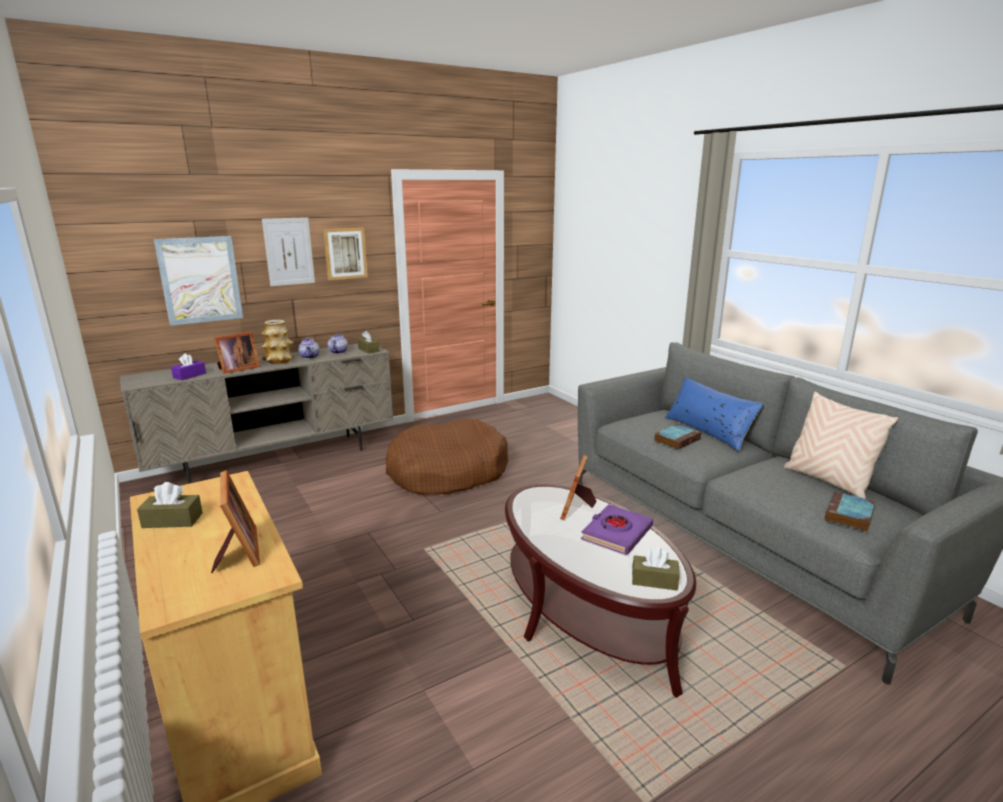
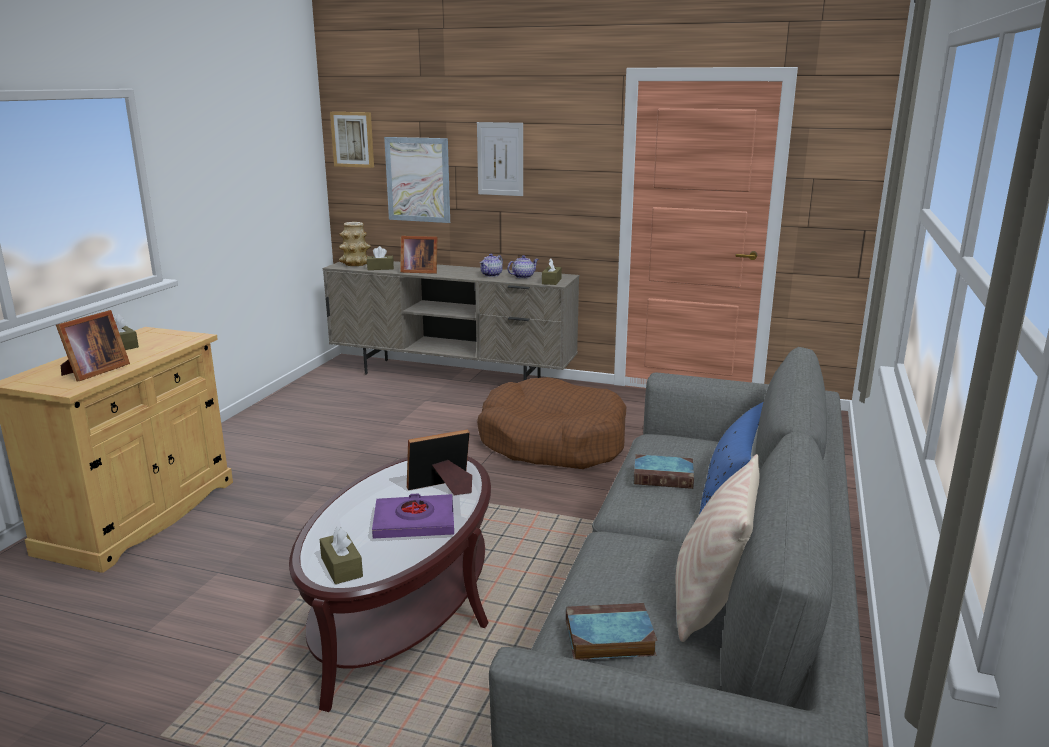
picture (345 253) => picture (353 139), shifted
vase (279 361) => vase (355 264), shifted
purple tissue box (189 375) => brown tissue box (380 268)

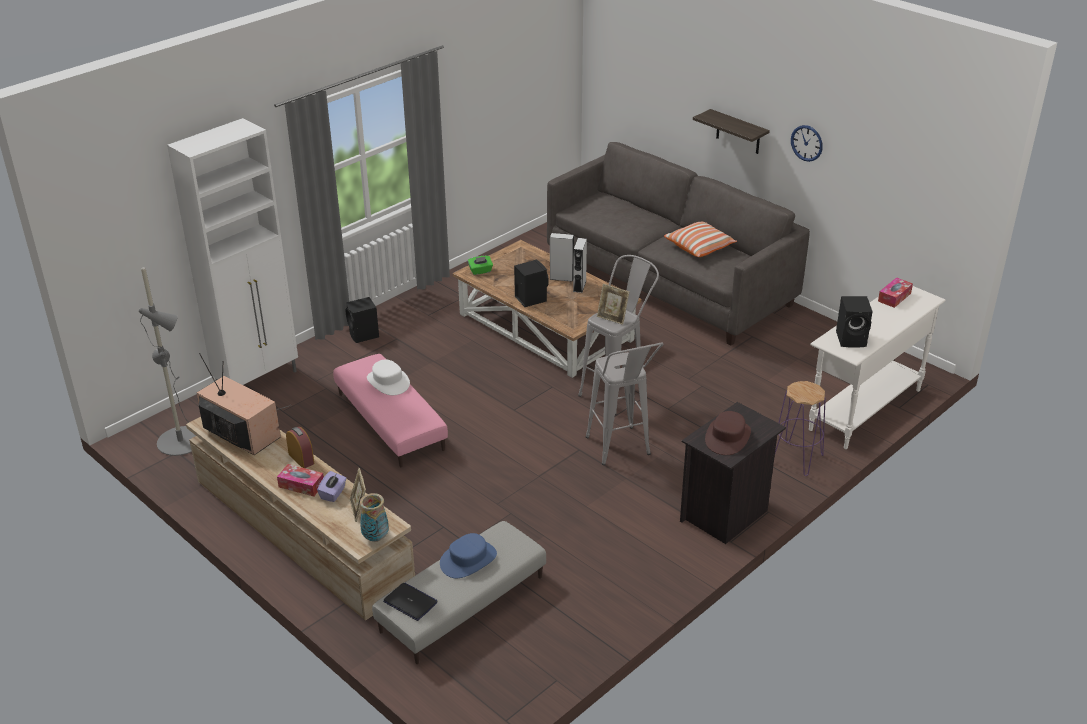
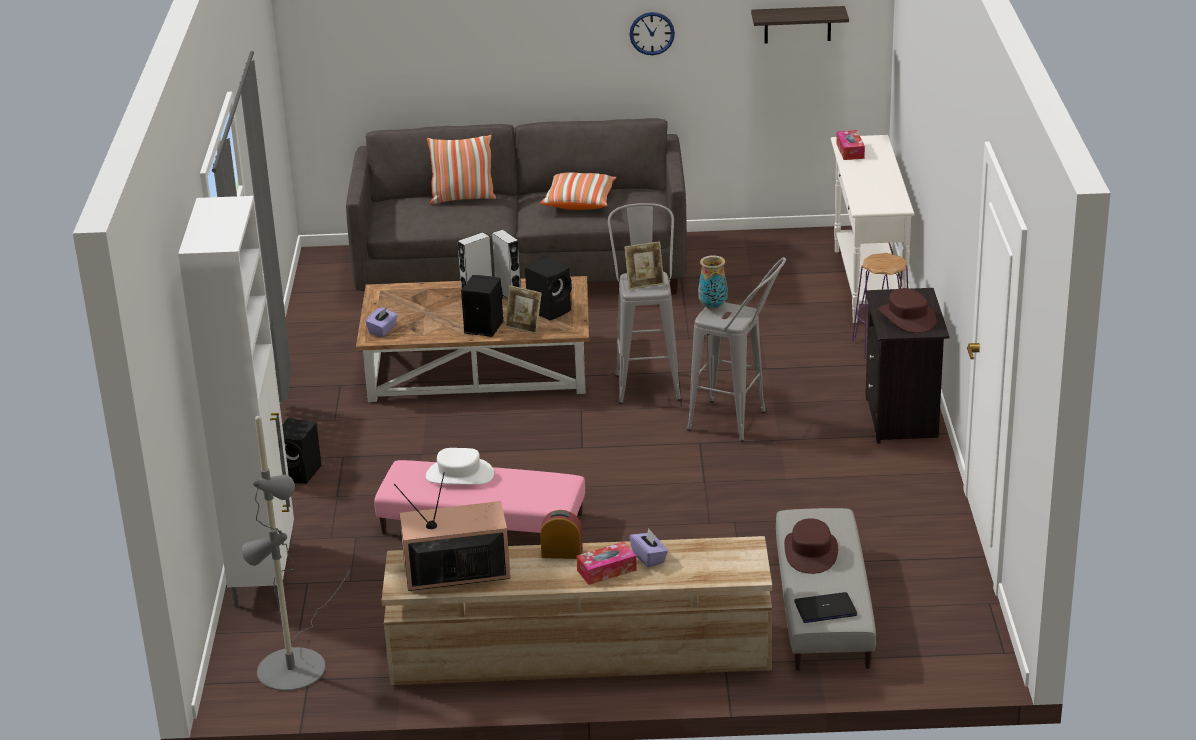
green tissue box (480 271) => purple tissue box (383 330)
nothing => pillow (463 198)
picture frame (359 509) => picture frame (524 327), shifted
black speaker (852 339) => black speaker (550 310), shifted
vase (376 538) => vase (713 306), shifted
shelf (738 132) => shelf (797 24), shifted
blue hat (468 560) => brown hat (811 552)

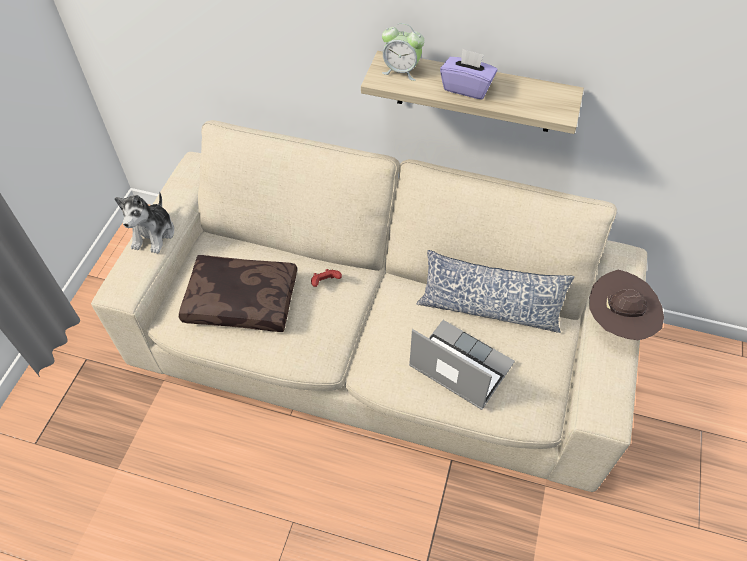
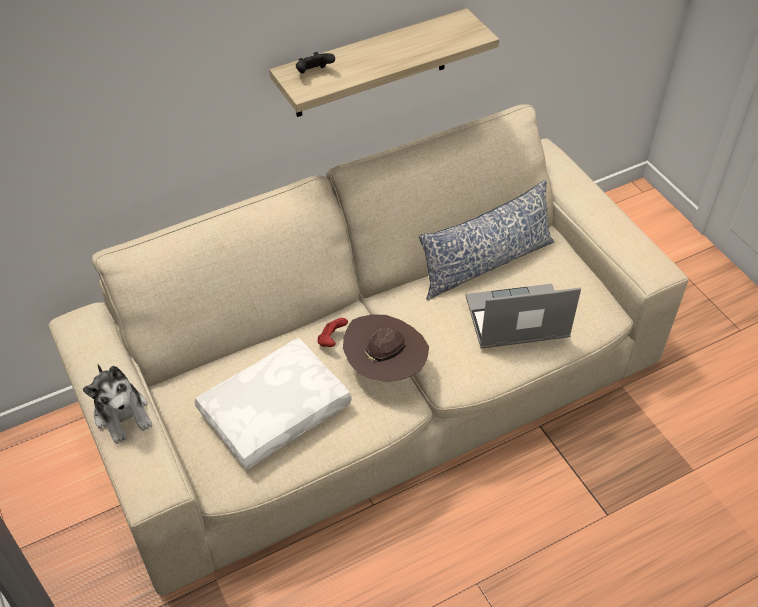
brown pillow (243 299) => white pillow (274 409)
alarm clock (401 71) => black game controller (314 73)
brown hat (618 322) => brown hat (385 368), shifted
purple tissue box (467 87) => nothing

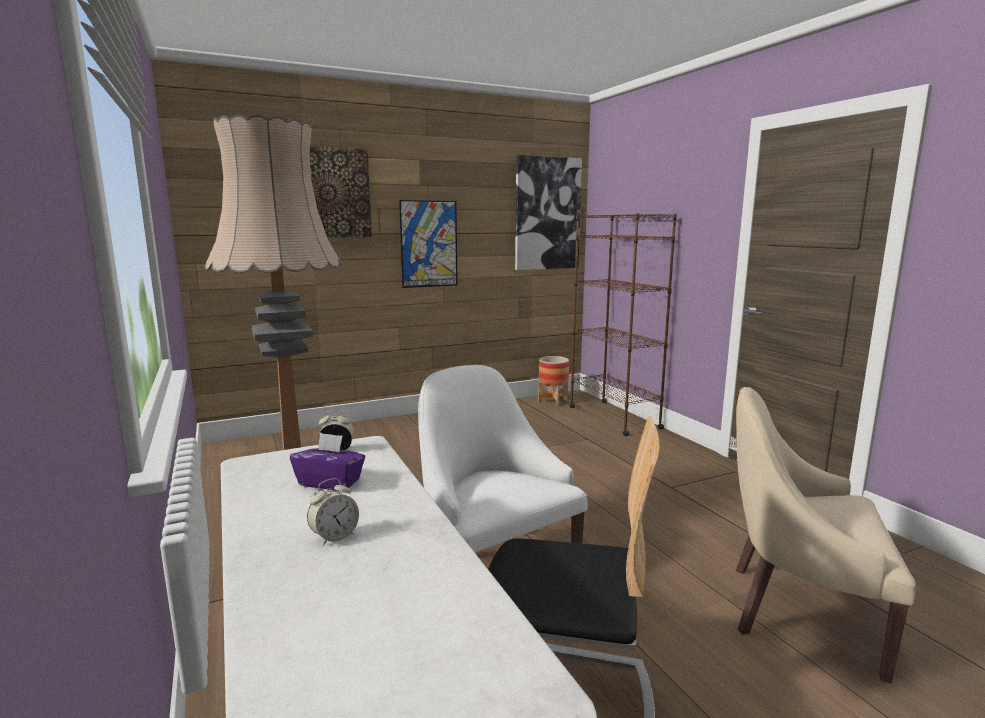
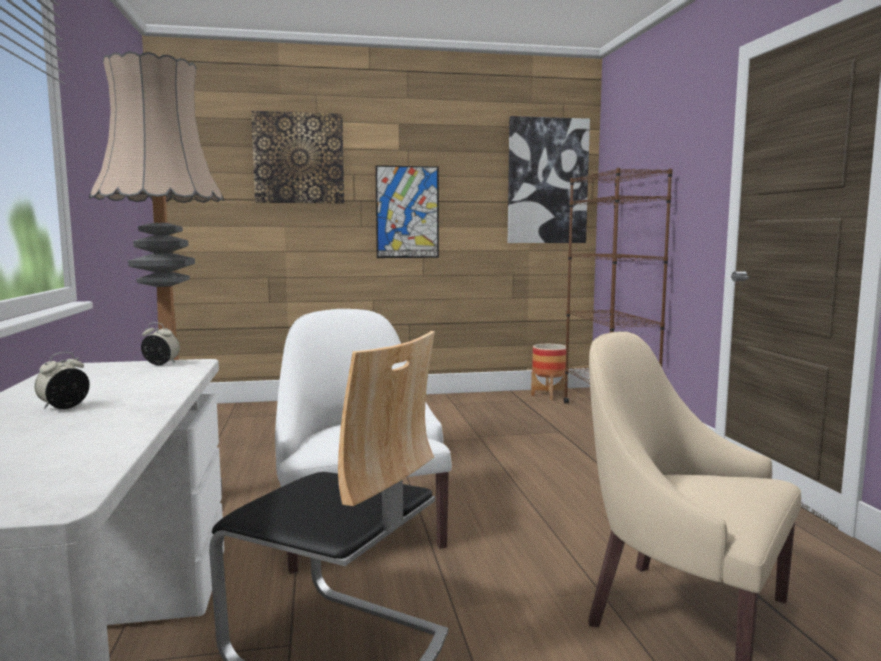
alarm clock (334 536) => alarm clock (64 407), 150 degrees clockwise
purple tissue box (330 482) => nothing

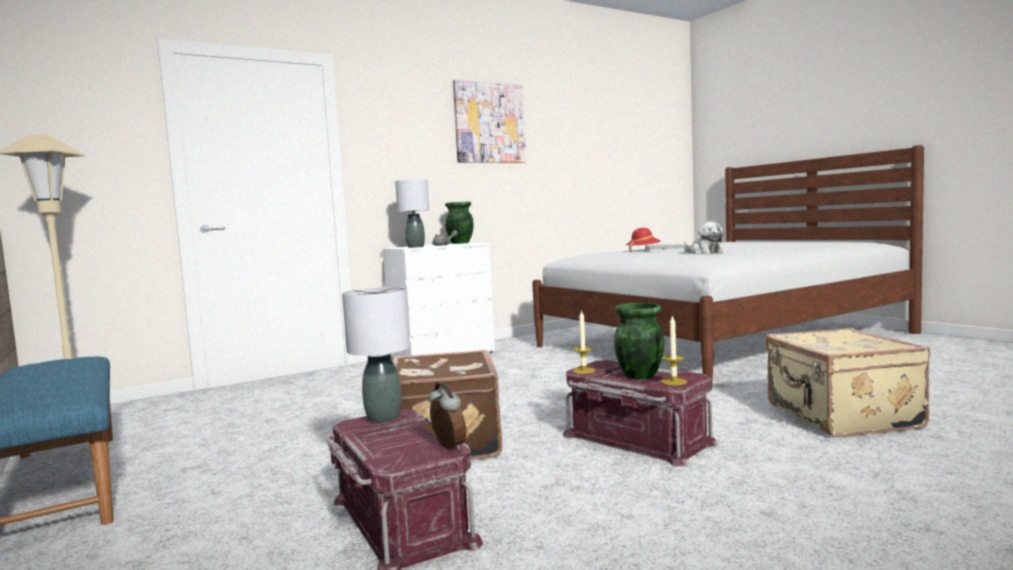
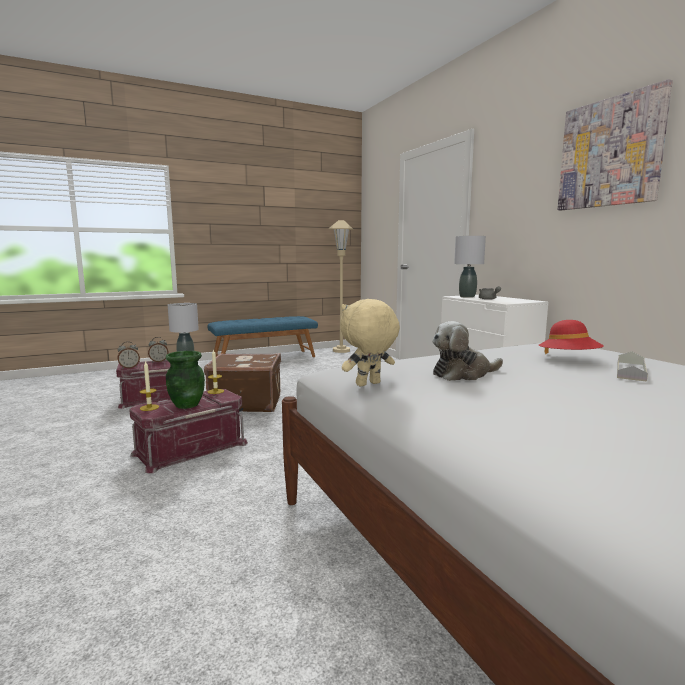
nothing => alarm clock (159 361)
nothing => beige plush toy (368 384)
green vase (460 243) => nothing
beige suitcase (840 417) => nothing

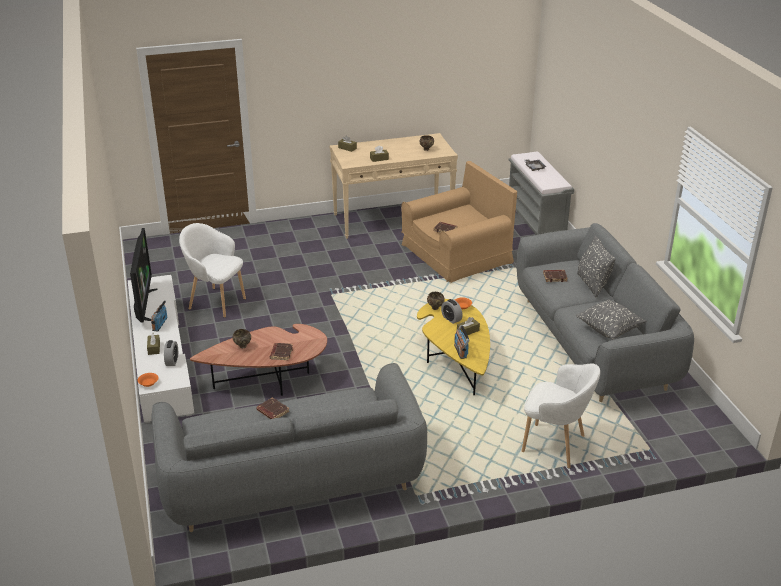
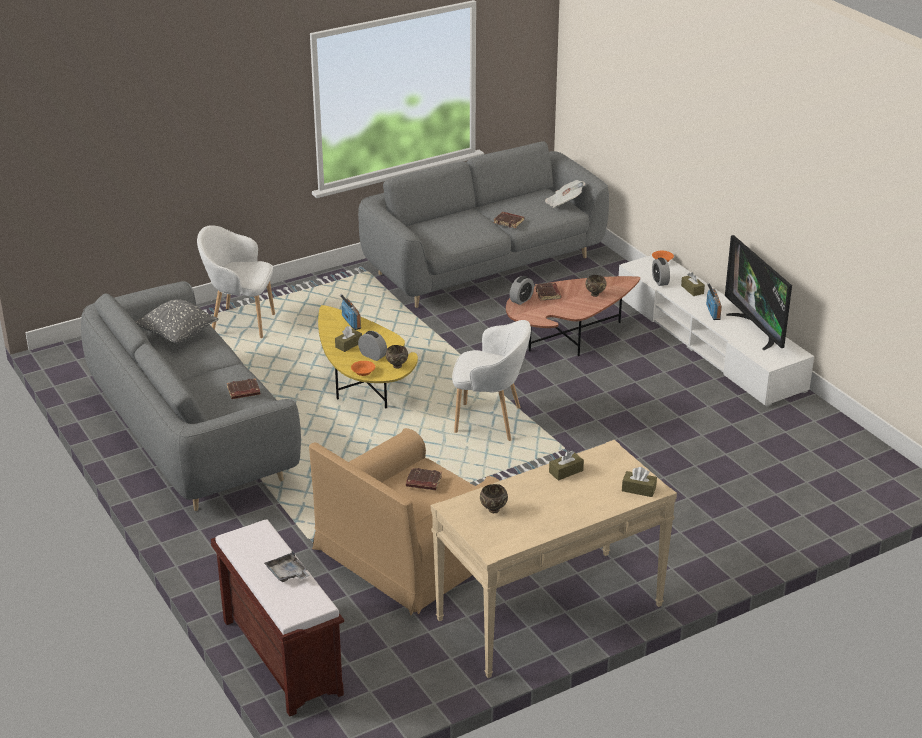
grey bench (536 221) => brown bench (280 656)
white armchair (216 302) => white armchair (490 421), shifted
nothing => alarm clock (521 300)
nothing => newspaper (564 203)
grey pillow (592 284) => nothing

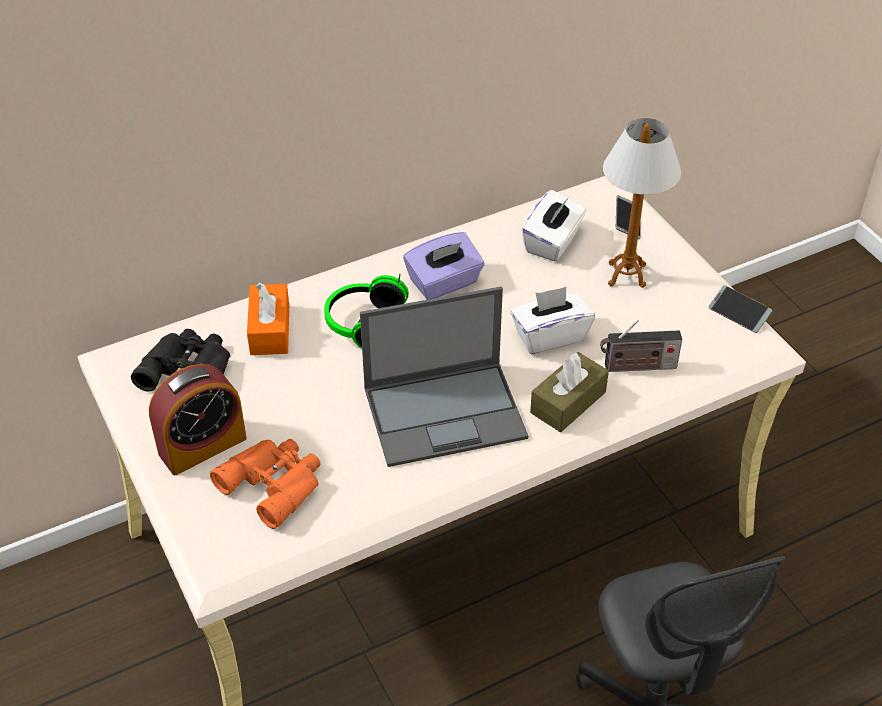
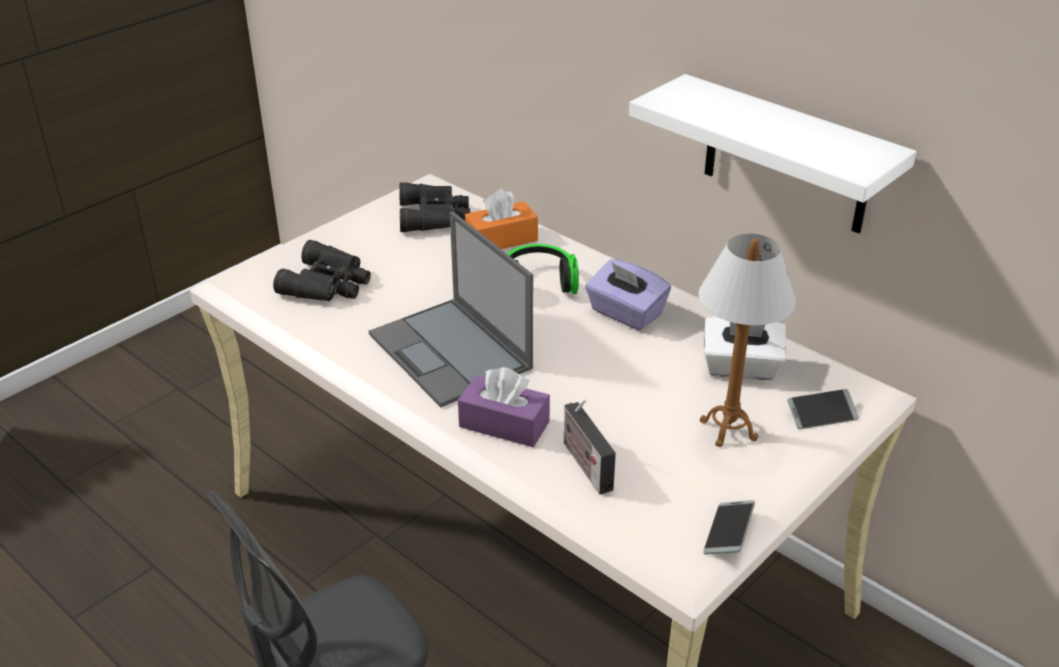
orange binoculars (275 482) => black binoculars (328 284)
brown tissue box (568 402) => purple tissue box (504 424)
nothing => white shelf (786 156)
alarm clock (202 446) => nothing
white tissue box (550 336) => nothing

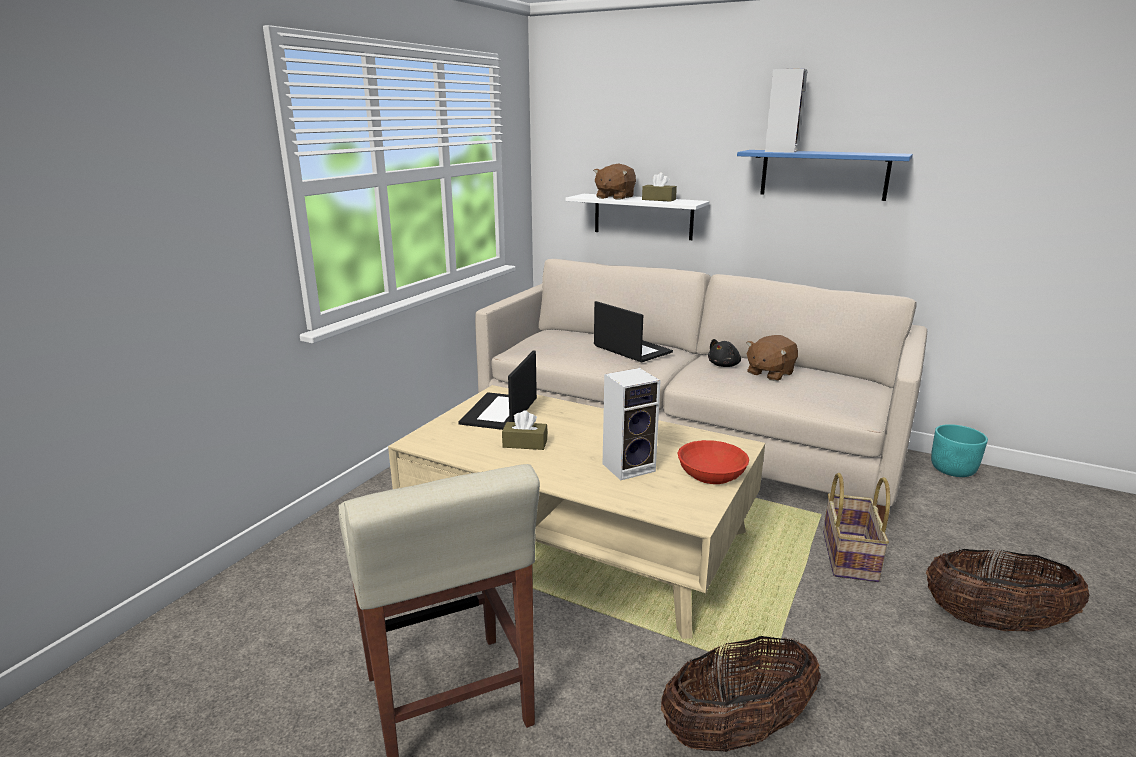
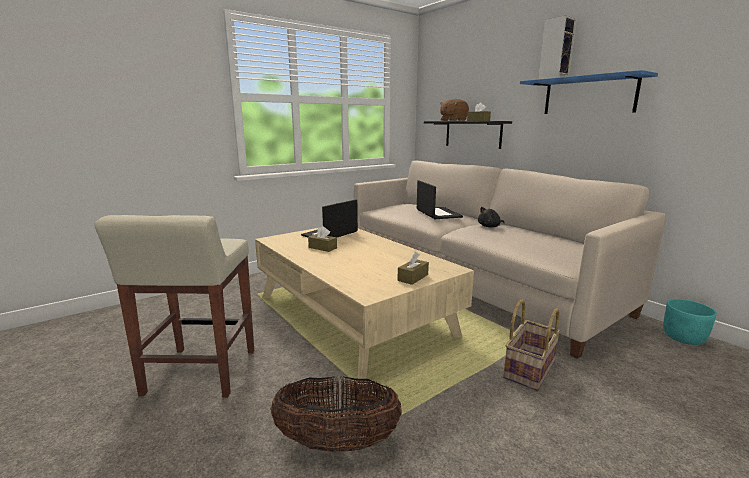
red bowl (711 473) => brown tissue box (413 277)
white shelf (643 216) => black shelf (473 134)
speaker (629 466) => nothing
brown plush toy (769 373) => nothing
basket (994 622) => nothing

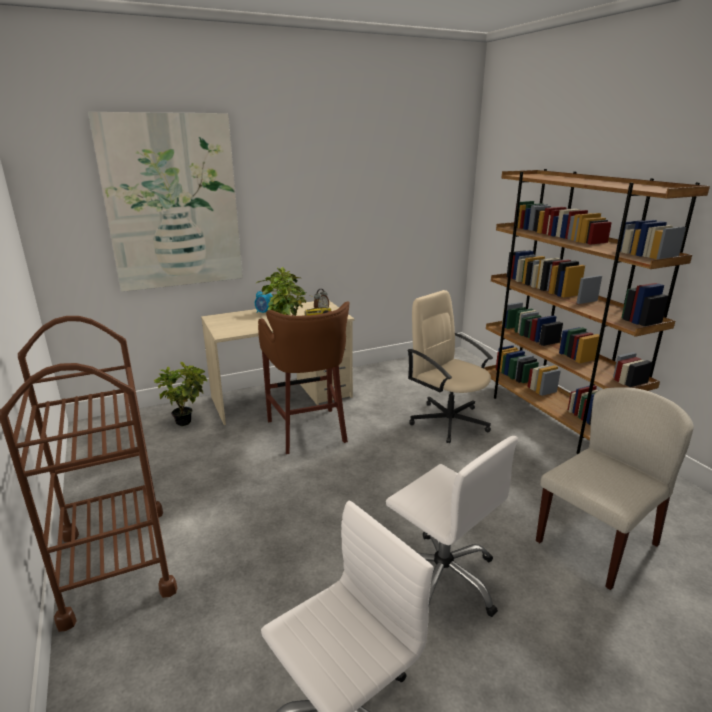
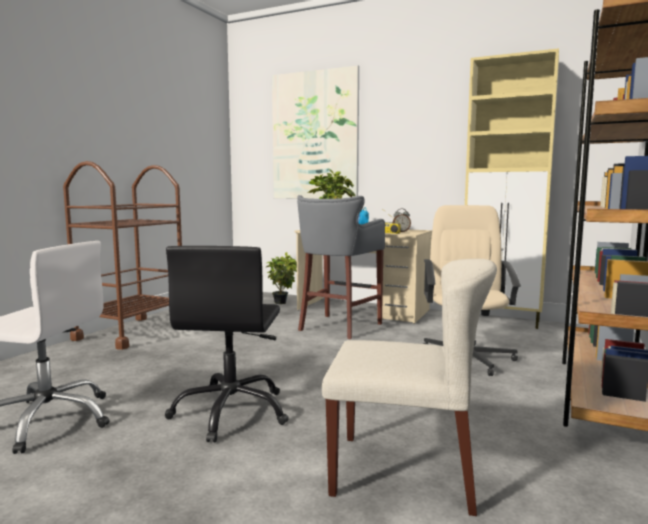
white office chair (442 578) => black office chair (231 412)
brown stool (308 431) => grey stool (338 327)
nothing => beige cabinet (502 321)

